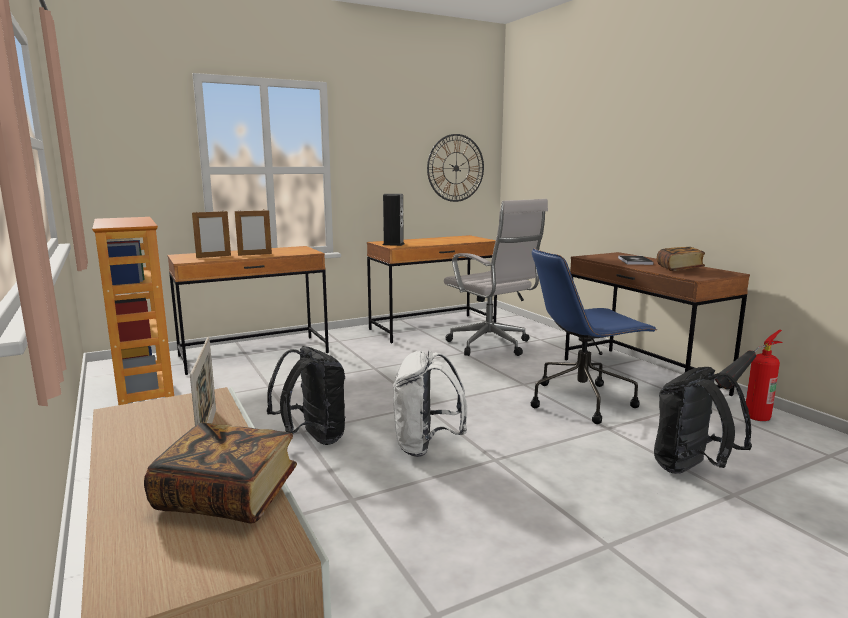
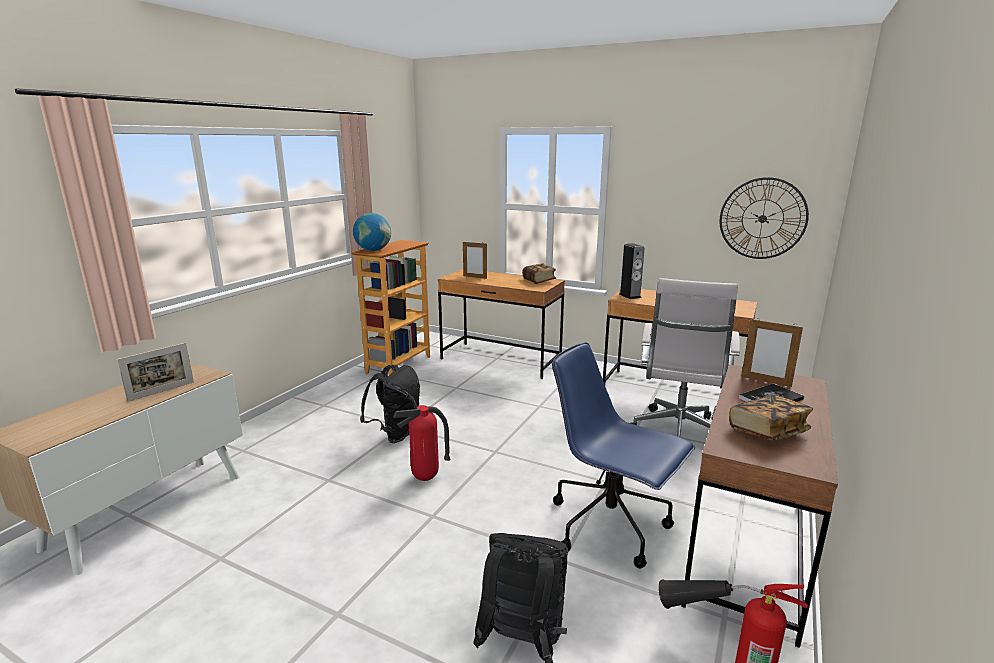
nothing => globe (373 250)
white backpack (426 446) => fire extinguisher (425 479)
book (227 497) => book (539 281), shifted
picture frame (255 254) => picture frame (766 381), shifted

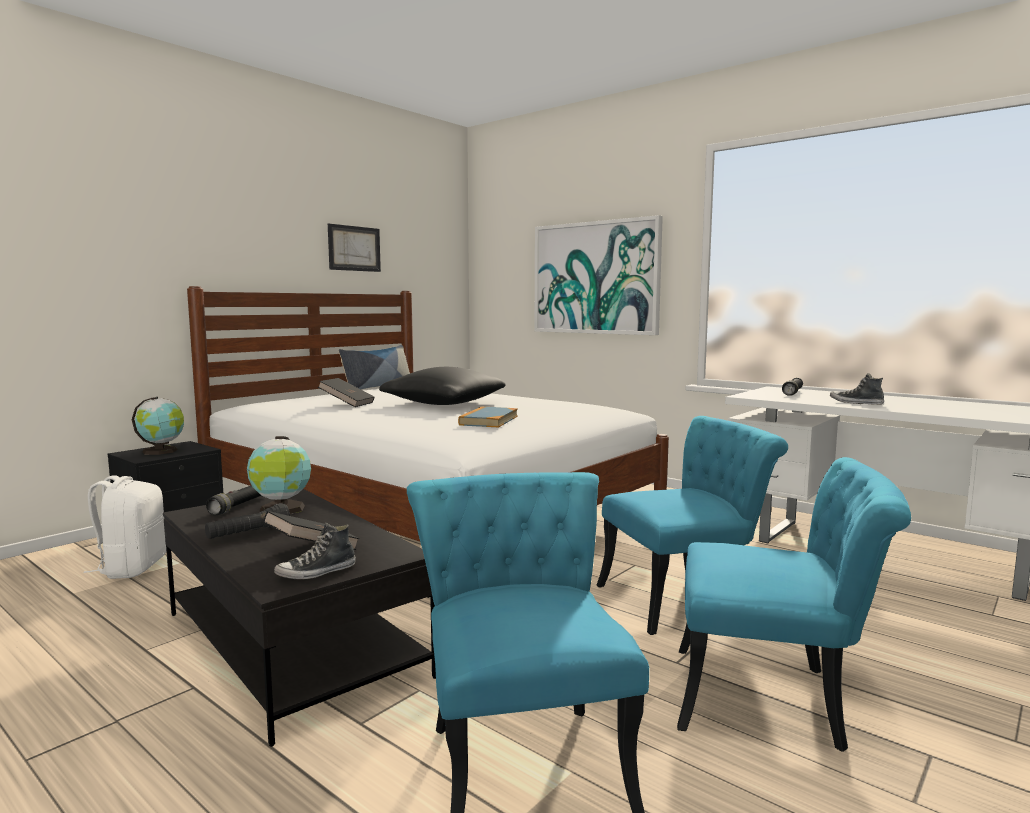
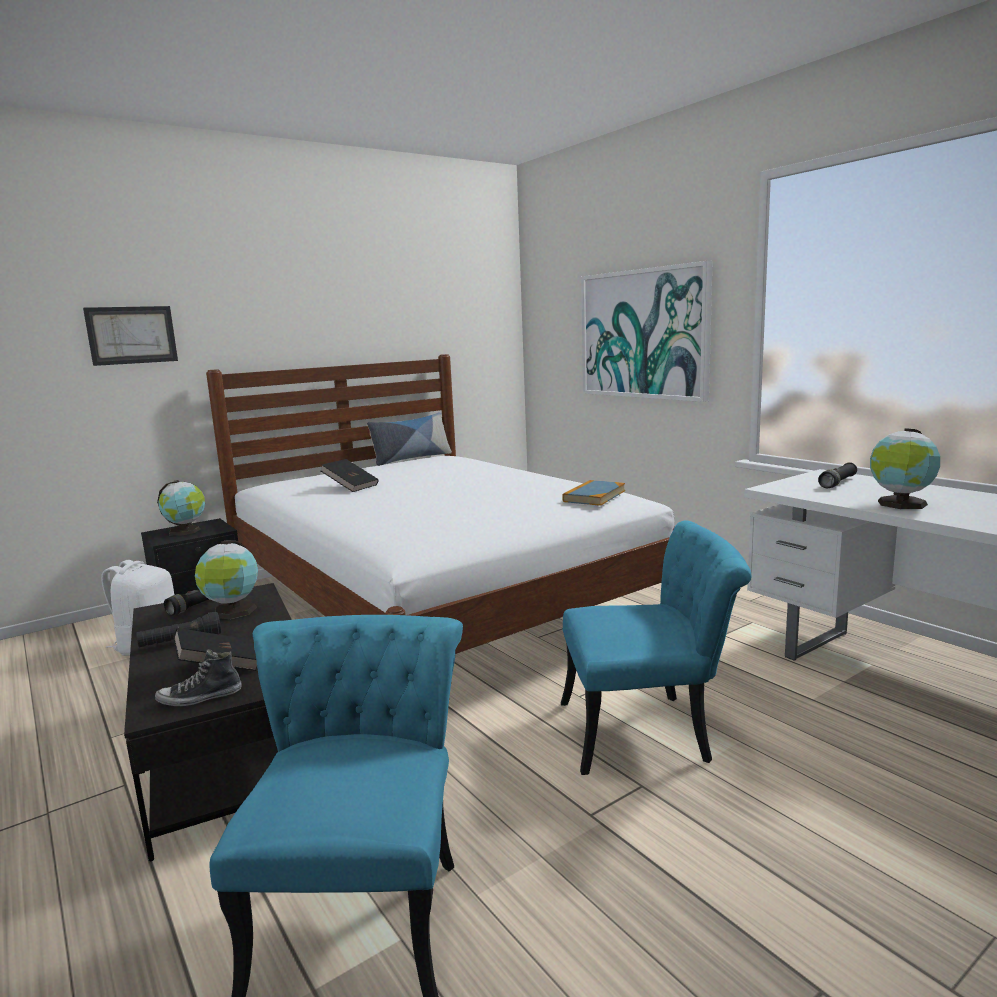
picture (354 248) => picture (132 335), shifted
book (488 420) => book (594 496), shifted
shoe (855 403) => globe (900 504)
black pillow (444 403) => nothing
turquoise chair (776 700) => nothing

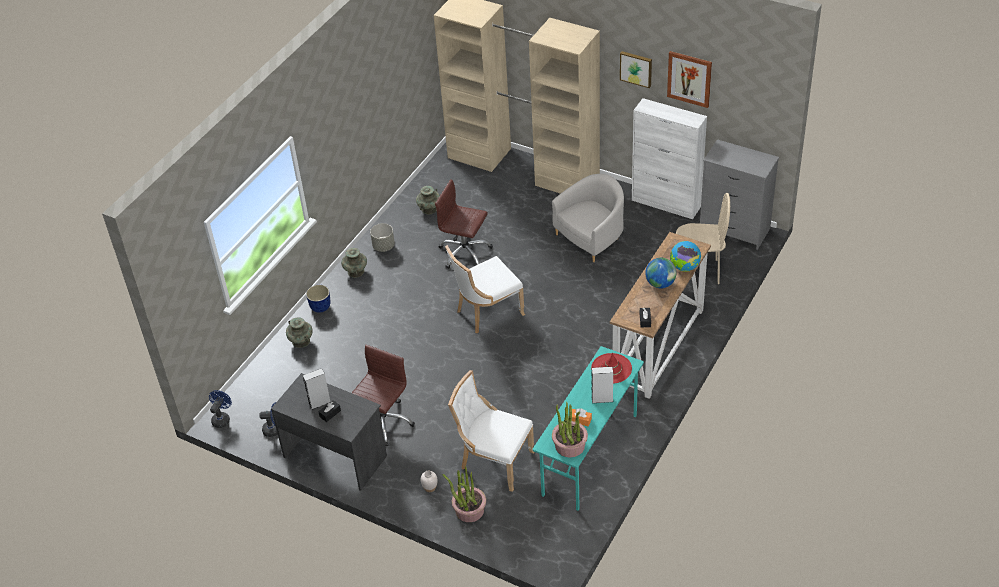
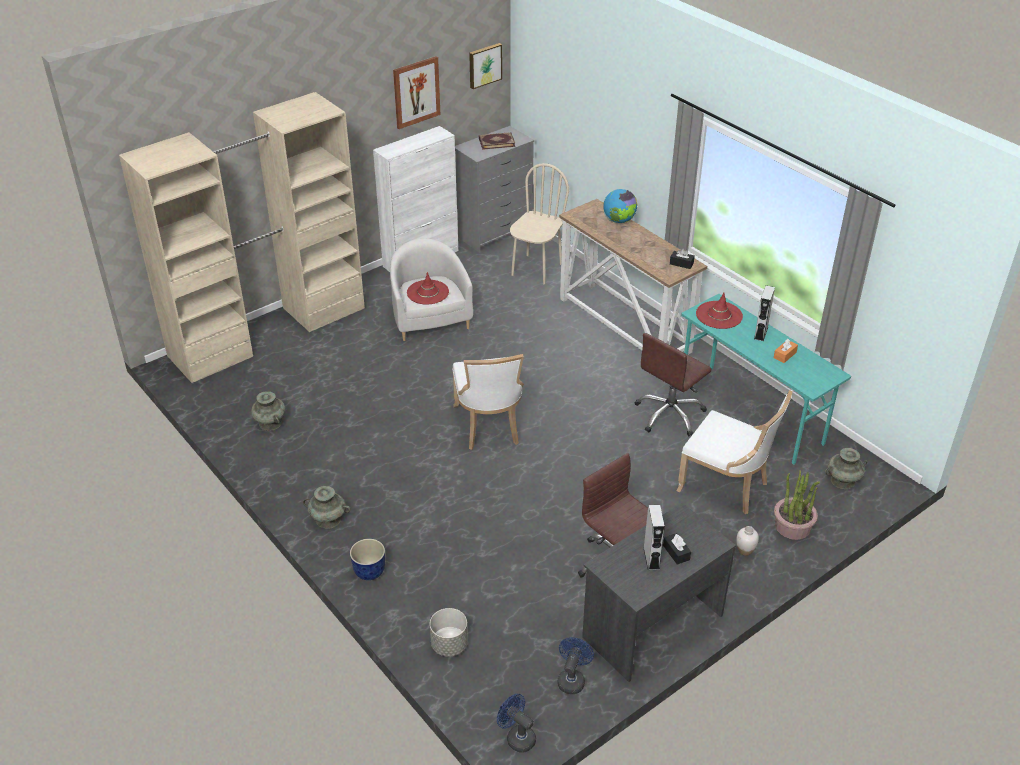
nothing => red hat (428 292)
grey planter (383 246) => grey planter (449 645), shifted
picture (636 68) => picture (484 65), shifted
nothing => book (496 142)
brown office chair (464 253) => brown office chair (670 414), shifted
white chair (494 461) => white chair (726 486), 105 degrees counterclockwise
turquoise vase (301 341) => turquoise vase (842 481), shifted
potted plant (569 446) => nothing
globe (660 284) => nothing

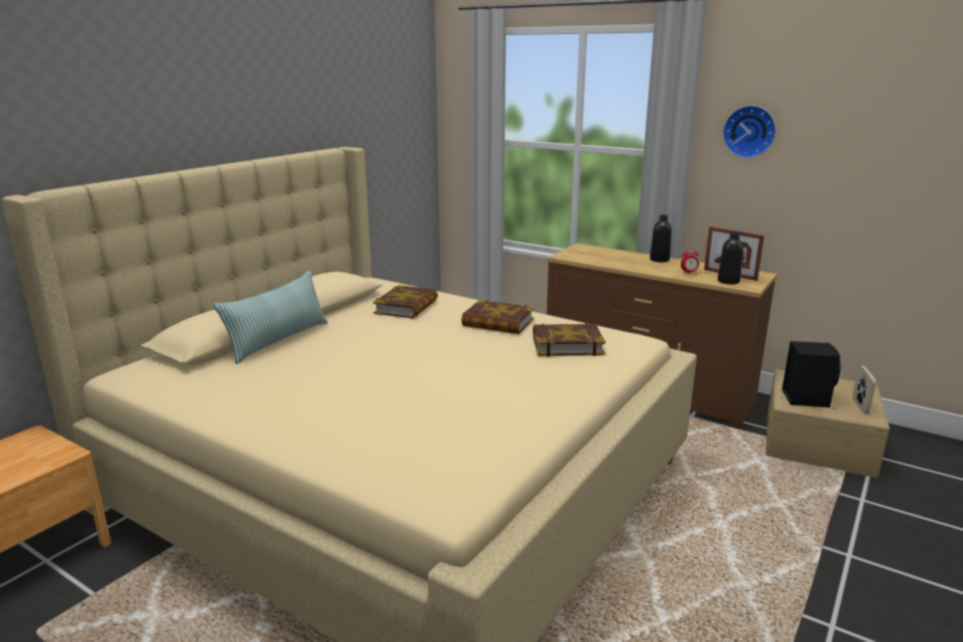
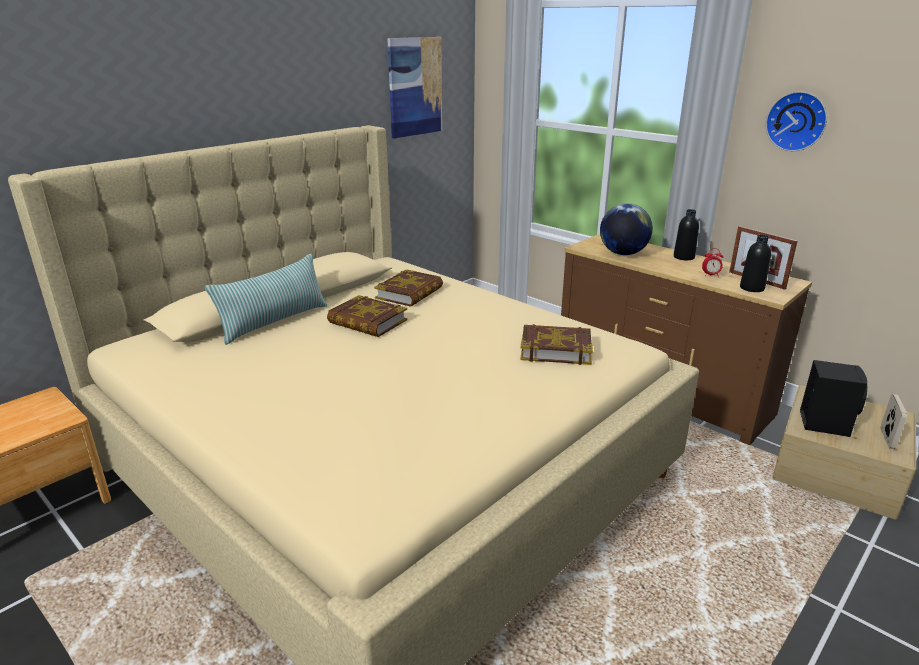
book (498 323) => book (367 322), shifted
nothing => picture (415 87)
nothing => globe (623 253)

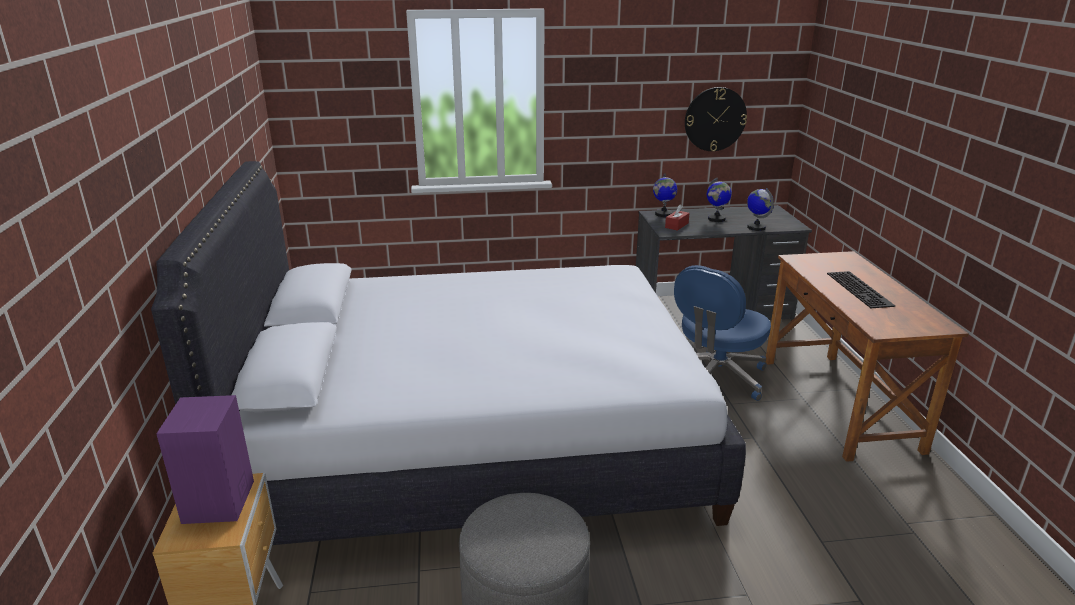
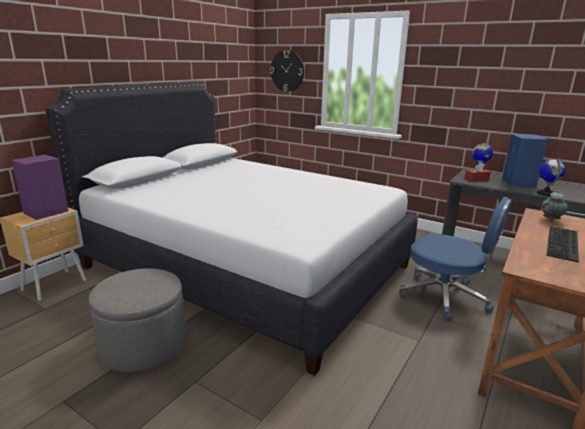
wall clock (715 119) => wall clock (287 71), shifted
blue office chair (716 378) => blue office chair (445 297), 135 degrees counterclockwise
globe (716 219) => blue speaker (518 183)
nothing => teapot (551 219)

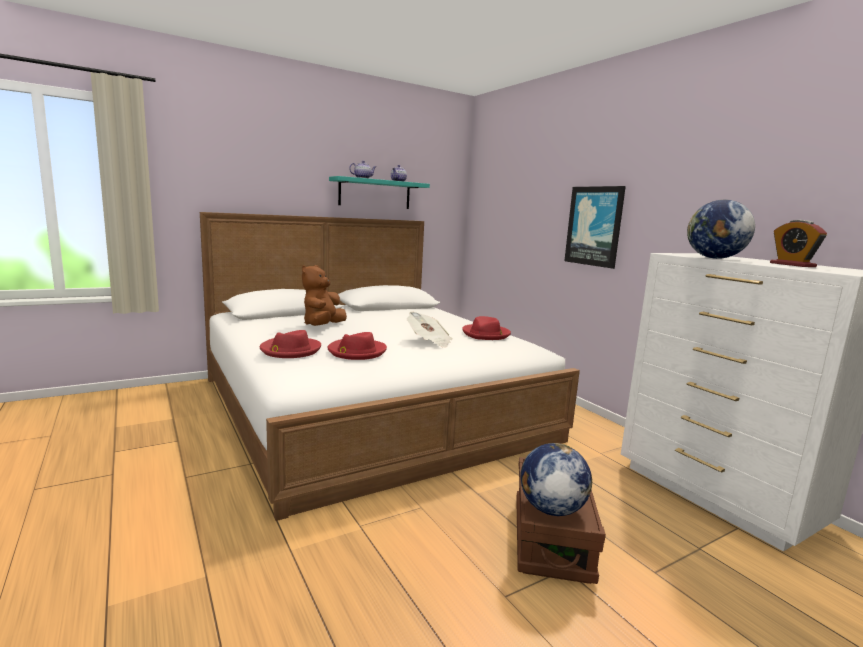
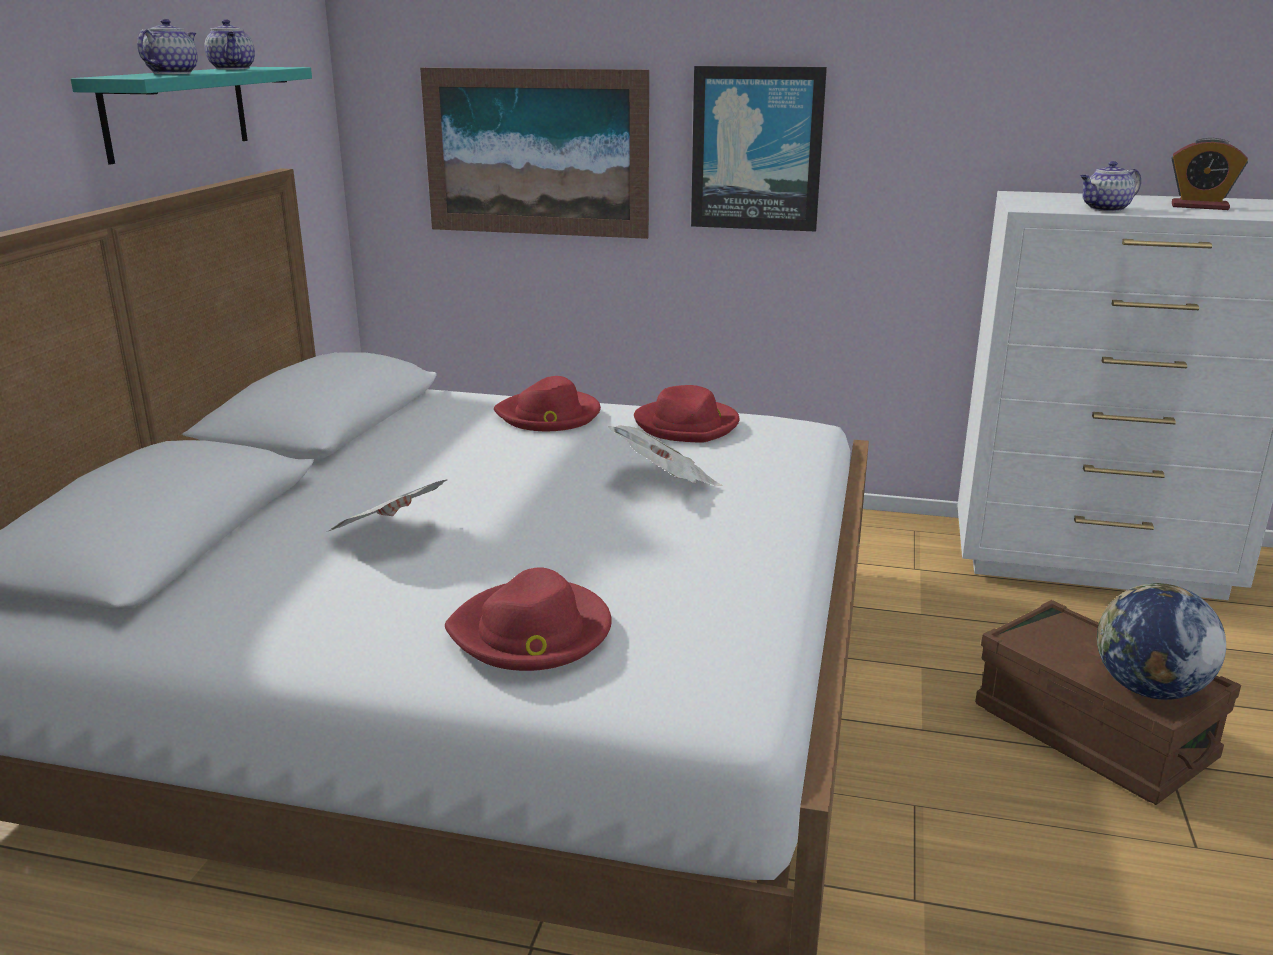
brown plush toy (323 326) => newspaper (389 535)
nothing => picture (536 153)
red hat (356 352) => red hat (549 416), shifted
globe (714 258) => teapot (1105 209)

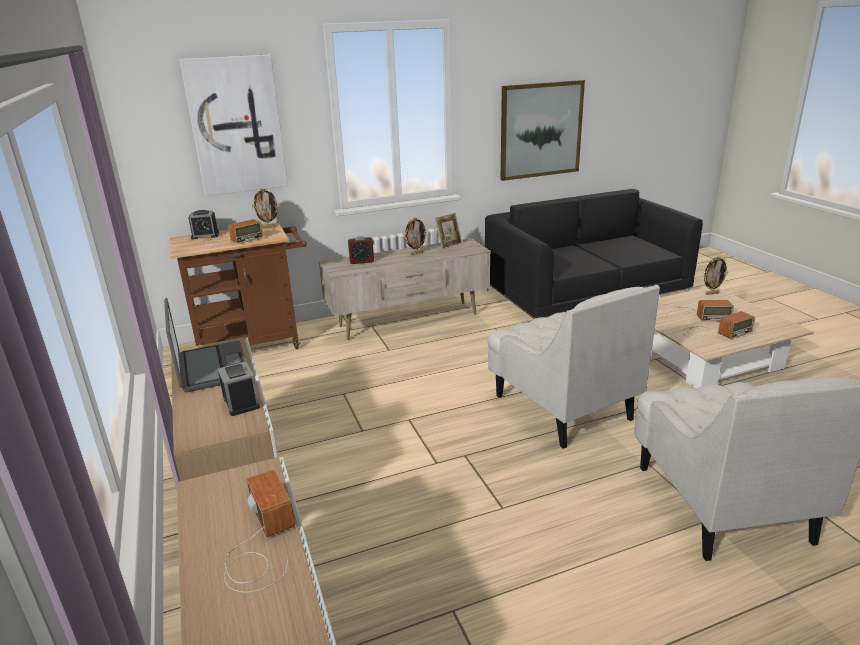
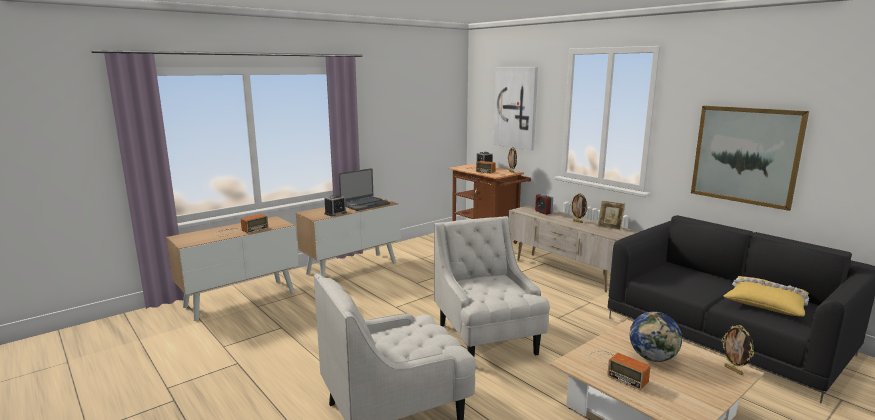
white armchair (561 406) => white armchair (487 340), 120 degrees clockwise
radio (694 314) => globe (653 358)
nothing => yellow pillow (766 302)

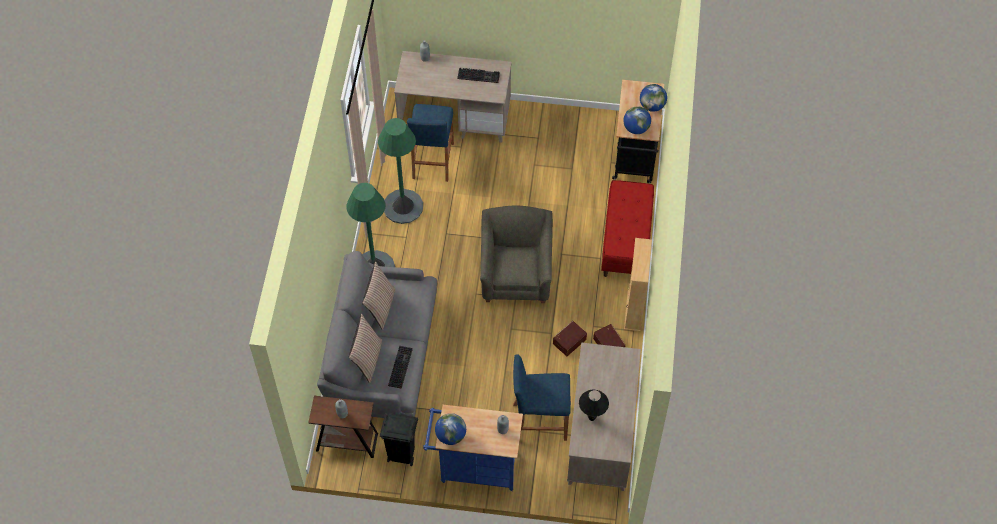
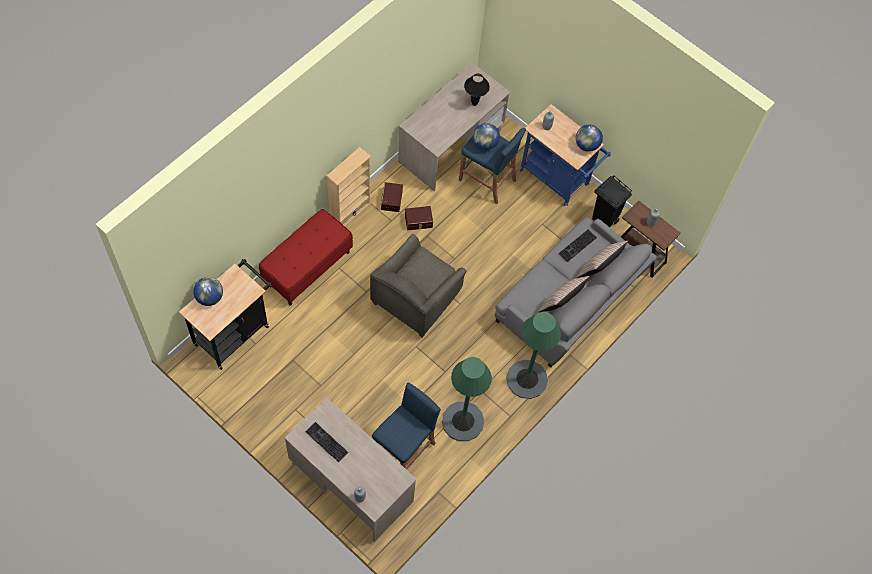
globe (636 128) => globe (485 143), shifted

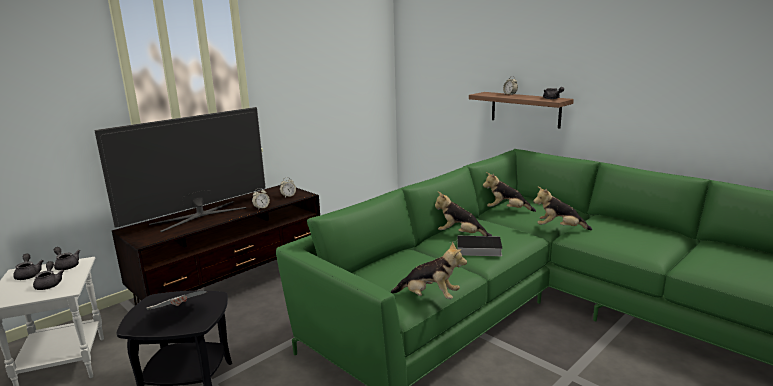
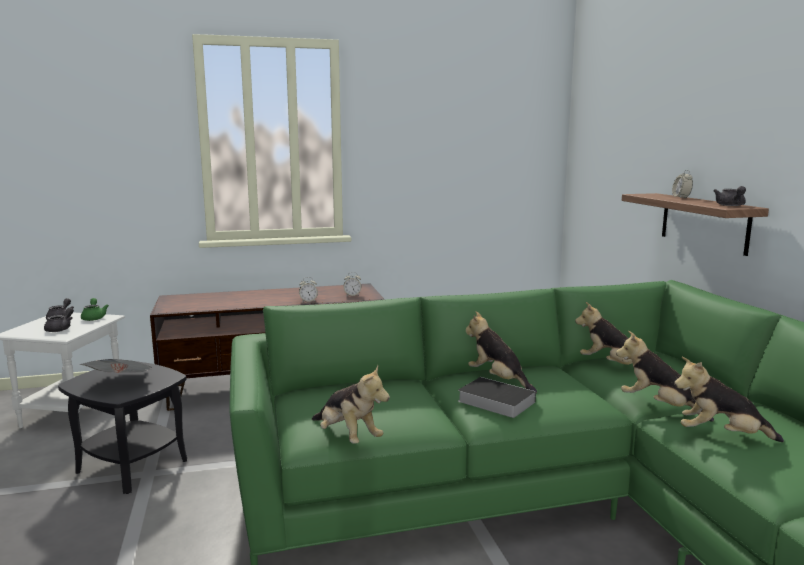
grey teapot (66 265) => green teapot (94 317)
nothing => plush toy (720 435)
television (199 216) => nothing

